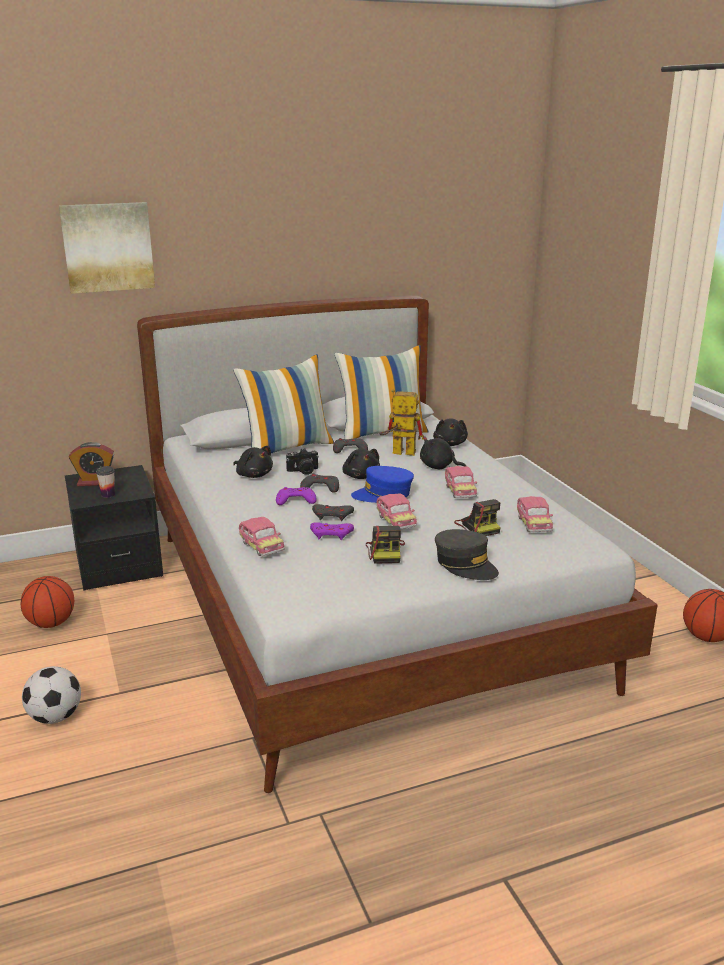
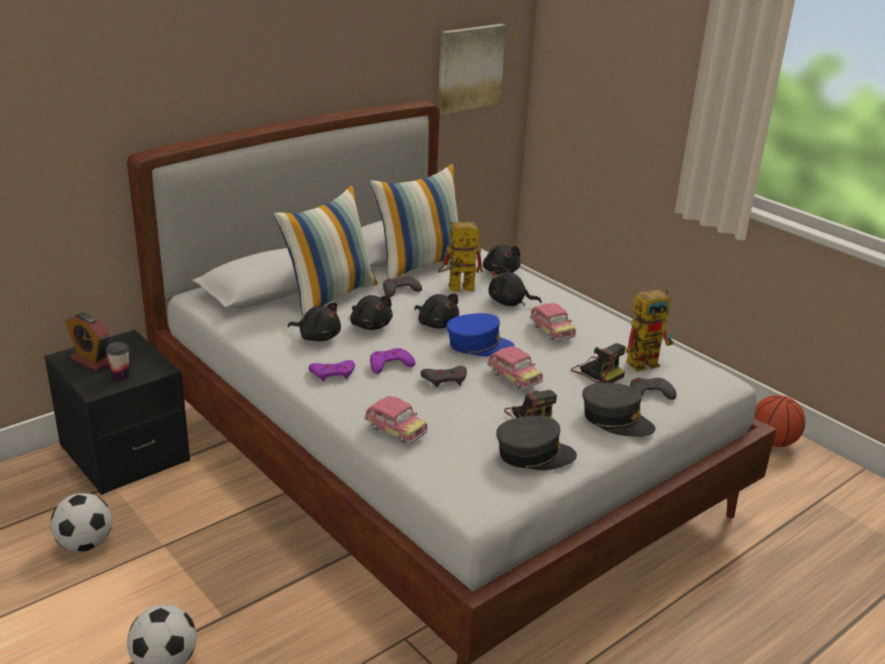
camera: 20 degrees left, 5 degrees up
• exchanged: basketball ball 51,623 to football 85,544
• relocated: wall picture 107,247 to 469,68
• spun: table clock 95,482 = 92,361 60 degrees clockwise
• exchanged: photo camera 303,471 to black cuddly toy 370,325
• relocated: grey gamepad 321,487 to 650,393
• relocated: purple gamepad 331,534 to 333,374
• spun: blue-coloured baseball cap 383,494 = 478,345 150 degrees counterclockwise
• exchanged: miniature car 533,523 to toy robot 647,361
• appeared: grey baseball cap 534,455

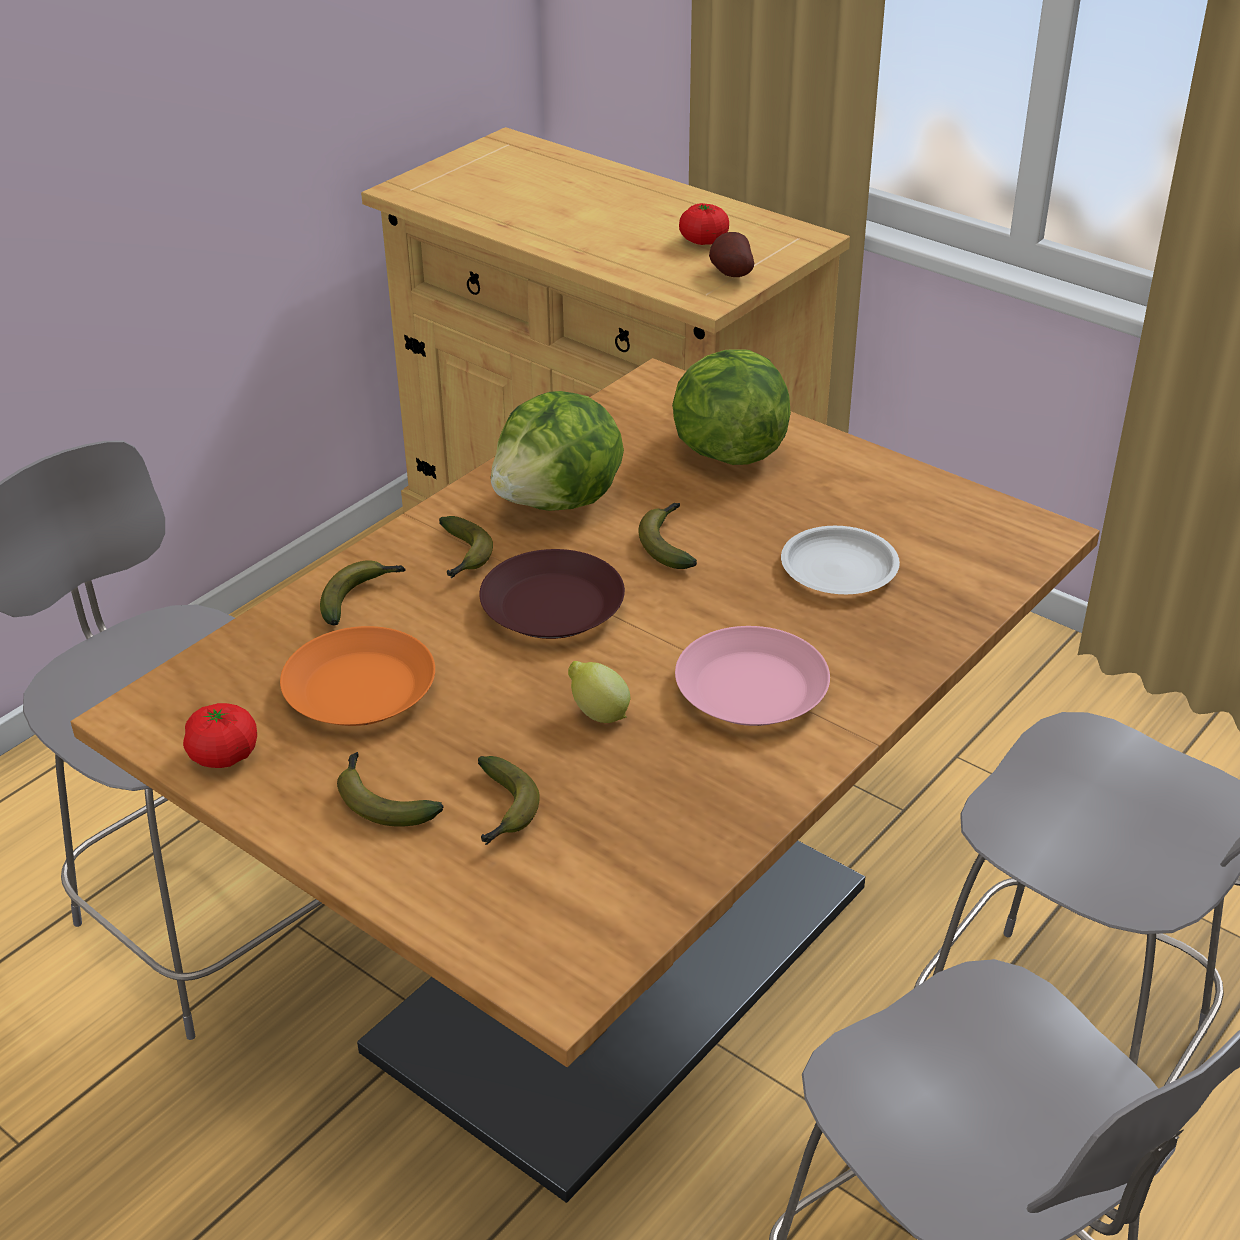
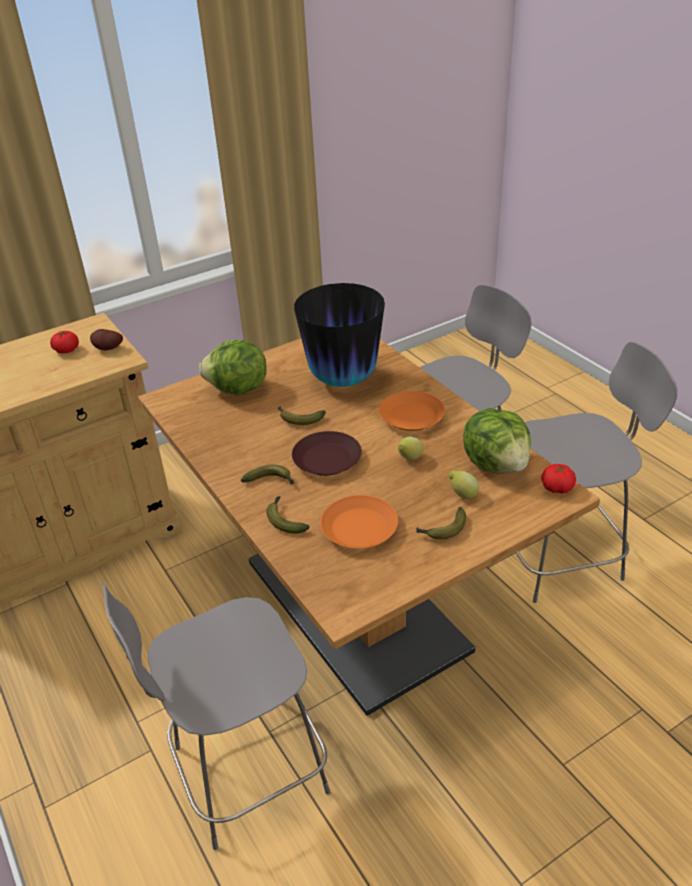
camera: 70 degrees left, 0 degrees up
• relocated: tomato 224,755 to 557,488
• exchanged: banana 503,811 to whole lemon 462,494
• relocated: lettuce 560,502 to 496,464
• colour: pink dinner plate 750,688 to orangey dinner plate 411,417
• exchanged: white dinner plate 838,568 to decorative vase 343,380

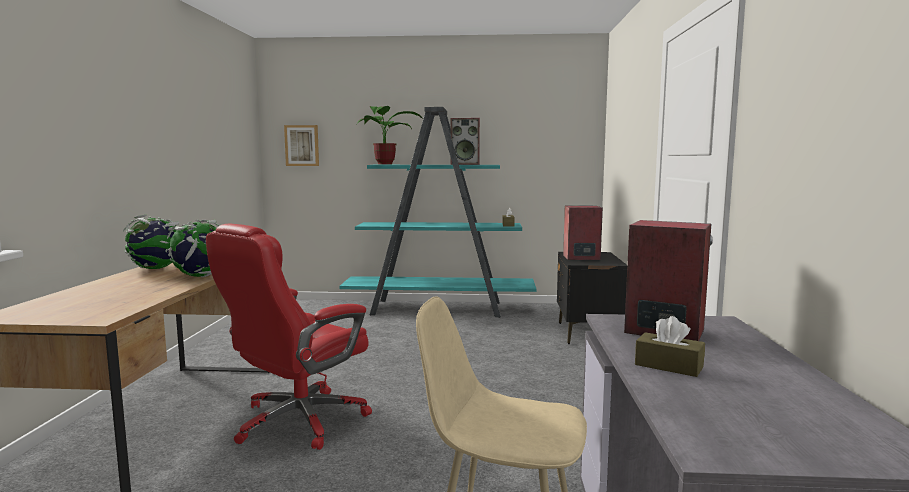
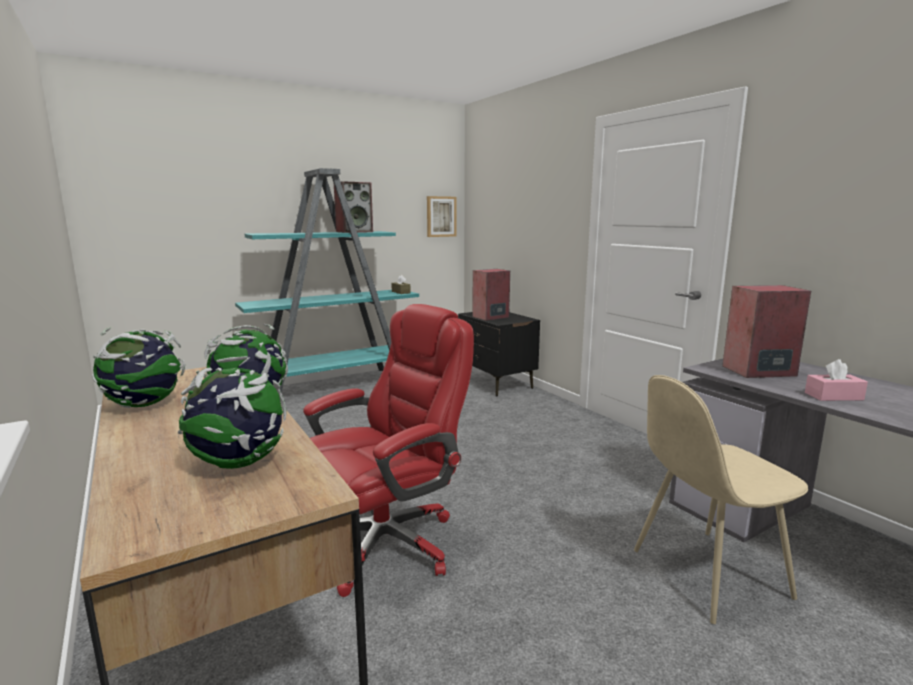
camera: 35 degrees left, 5 degrees up
• spun: reddish desk chair 298,421 = 387,542 135 degrees counterclockwise
• relocated: wall picture 302,145 to 441,216
• missing: potted plant 385,164
• colour: brown-coloured tissue holder 668,366 to pink tissue holder 833,396
• appeared: desk globe 239,464

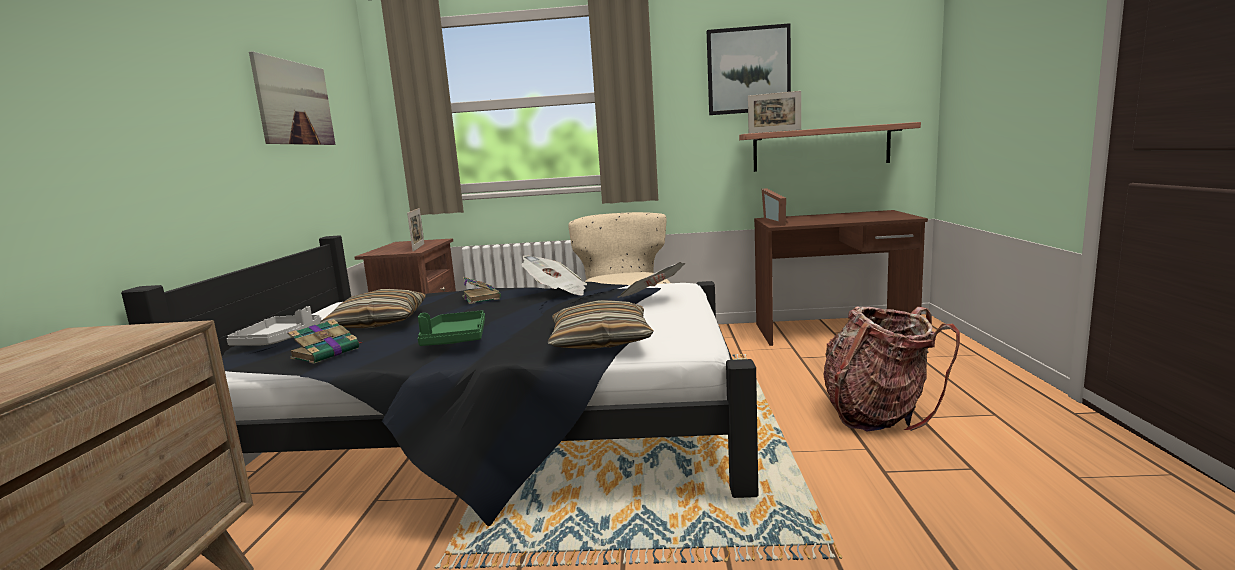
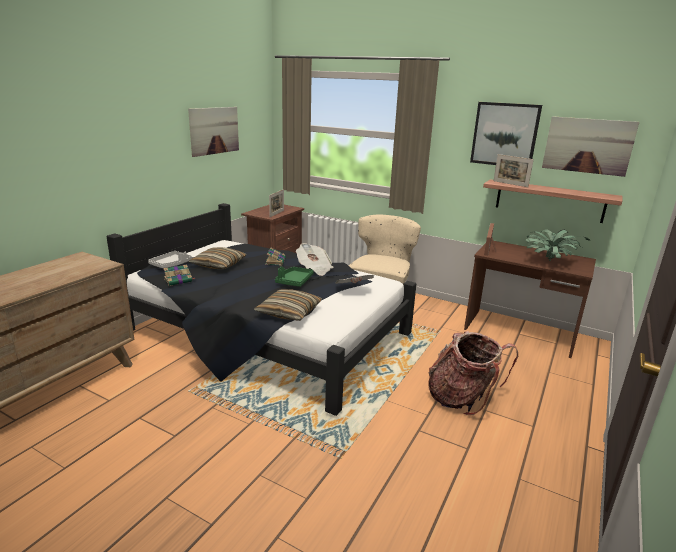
camera: 25 degrees right, 10 degrees up
• relocated: green serving tray 455,339 to 294,281
• appeared: potted plant 549,262
• appeared: wall picture 588,145

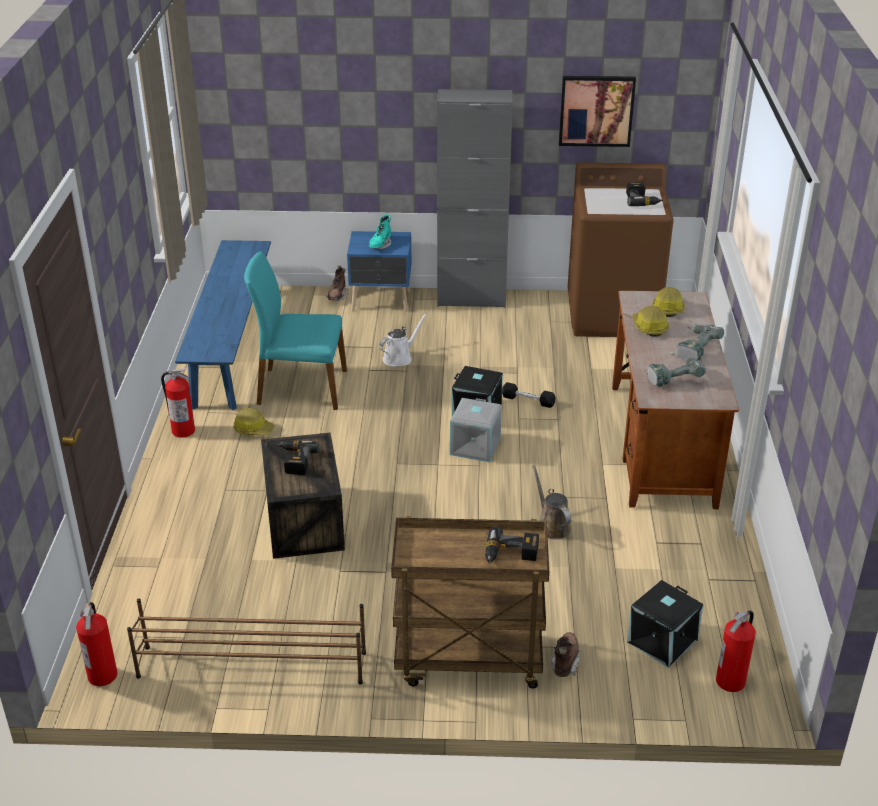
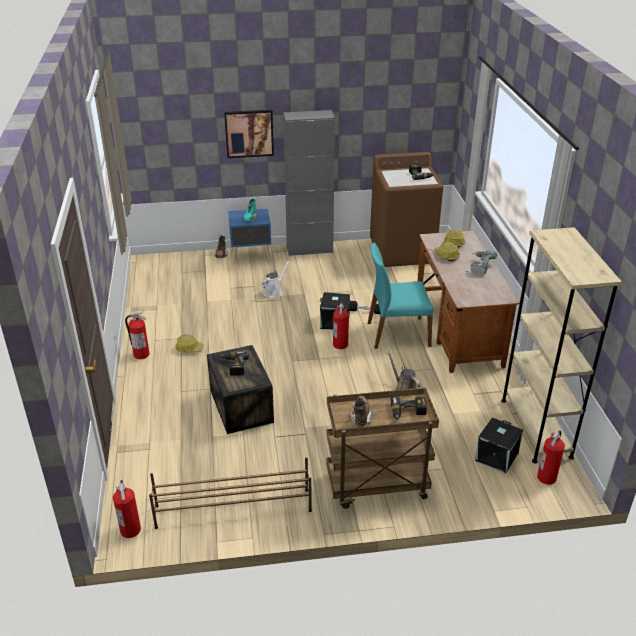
camera: 10 degrees left, 0 degrees up
• missing: blue-coloured bench 232,348
• relocated: blue-green plain chair 301,387 to 397,333
• exchanged: grey storage box 476,447 to fire-fighting cylinder 340,344
• relocated: brown-coloured high-top boot 565,661 to 360,416
• relocated: wall picture 596,110 to 249,133
• missing: power drill 674,379
• appeared: beige bookshelf 535,428

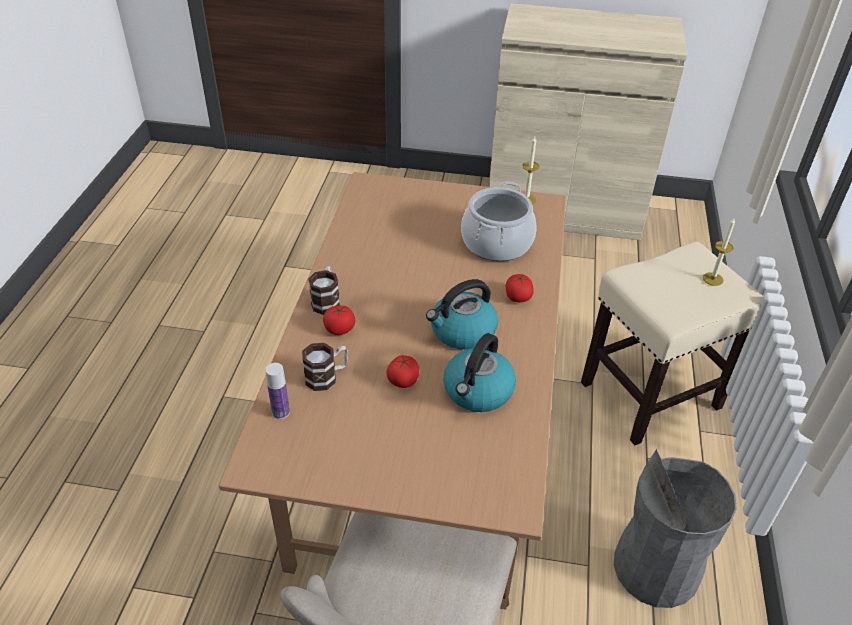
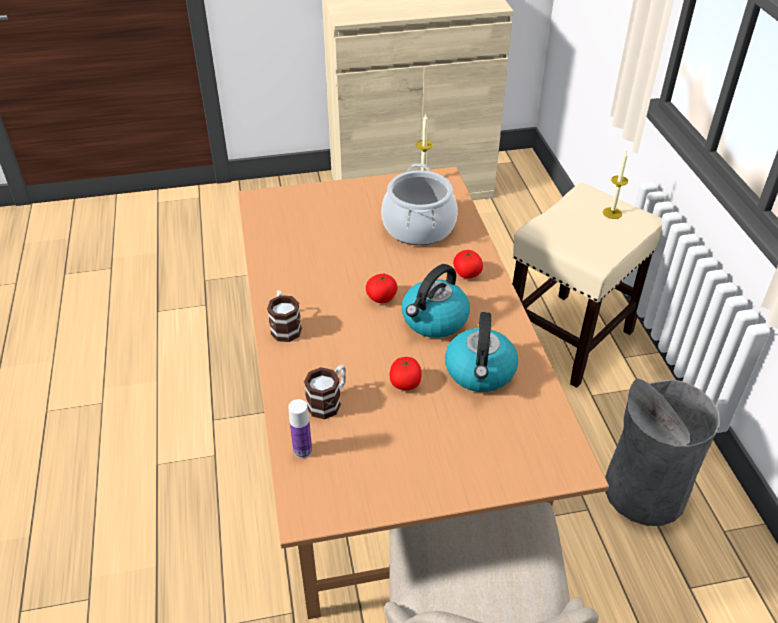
camera: 20 degrees left, 0 degrees up
• relocated: tomato 339,329 to 381,297

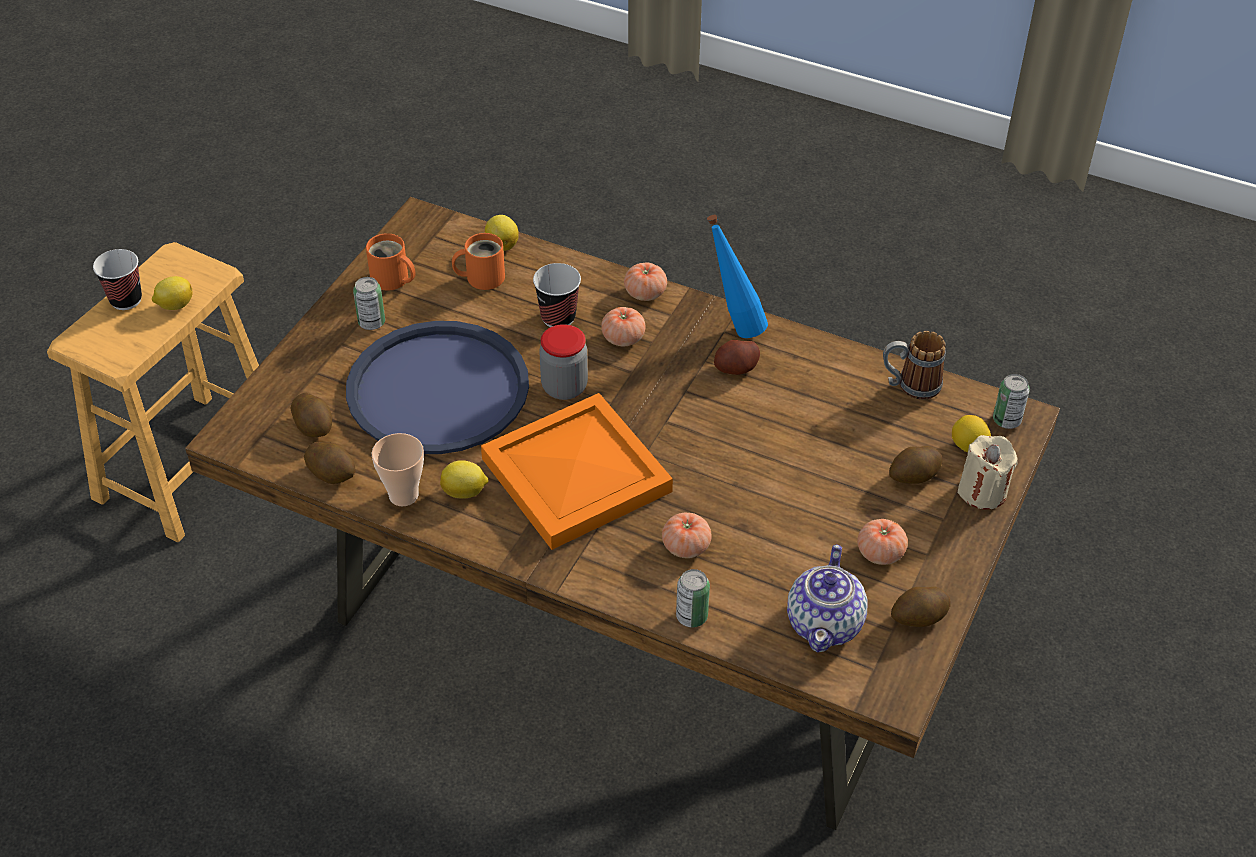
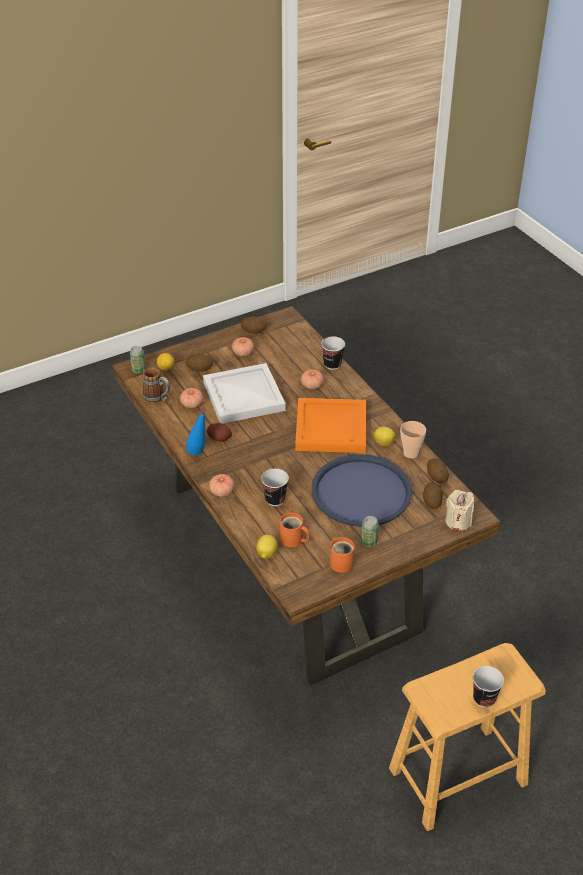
camera: 145 degrees left, 5 degrees down
• missing: whole lemon 175,305
• missing: preserve jar 564,387
• relocated: tomato 623,338 to 192,404
• exchanged: metal can 691,616 to drinking cup 332,364
• missing: pot for tea 825,623
• relocated: beige candle 982,491 to 458,521
• appeared: white serving tray 244,395

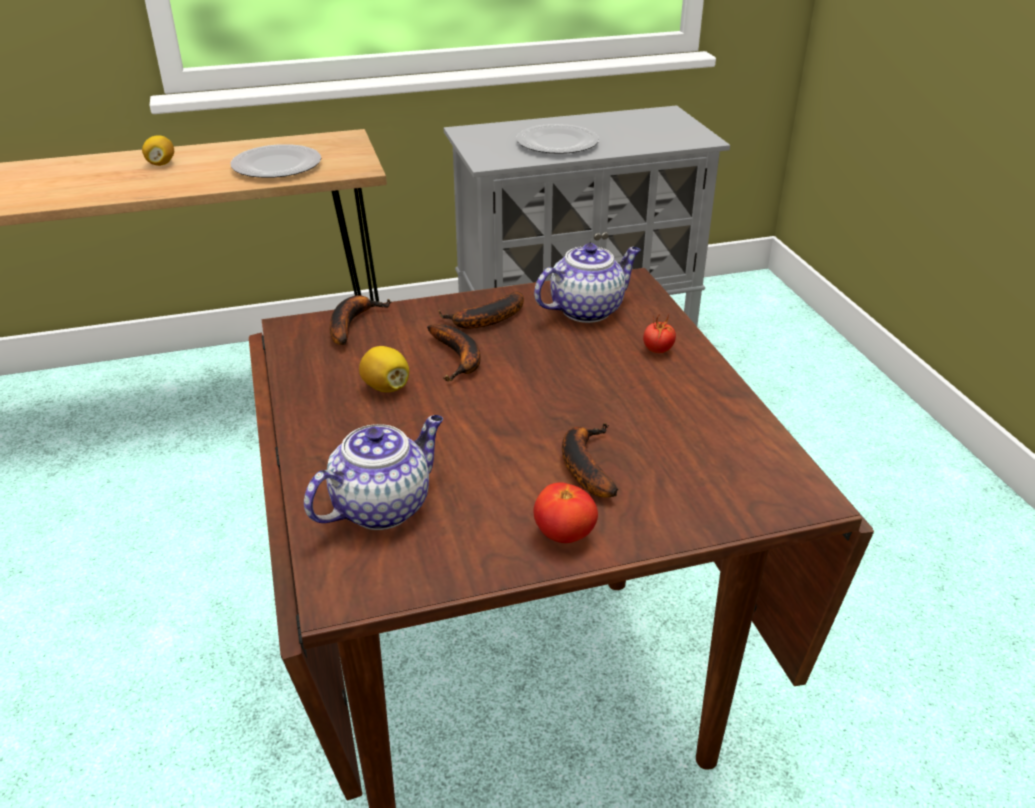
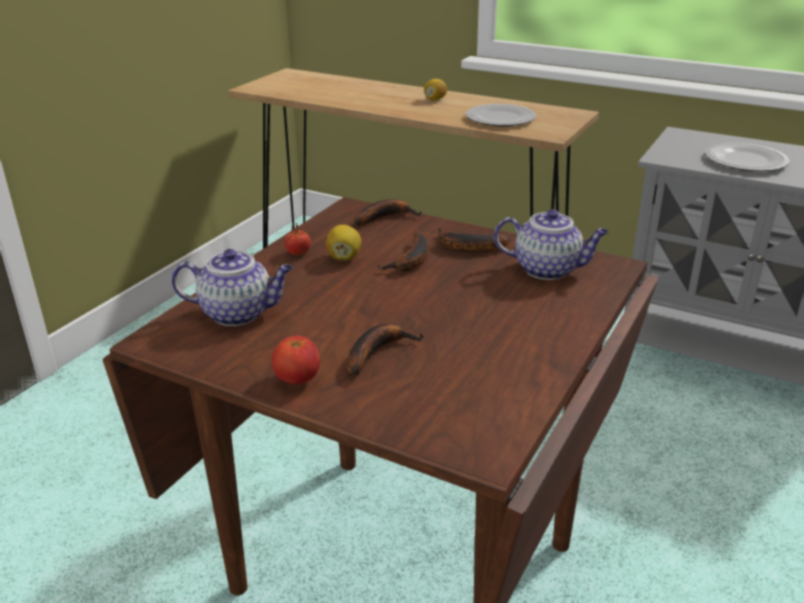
camera: 45 degrees right, 5 degrees down
• relocated: tomato 658,350 to 298,253

